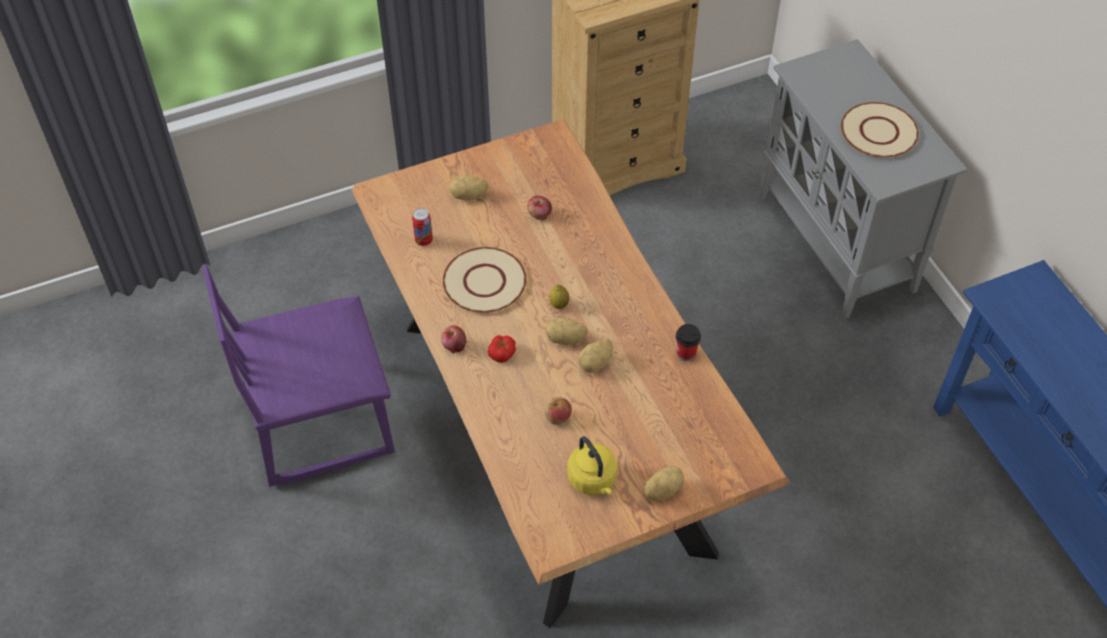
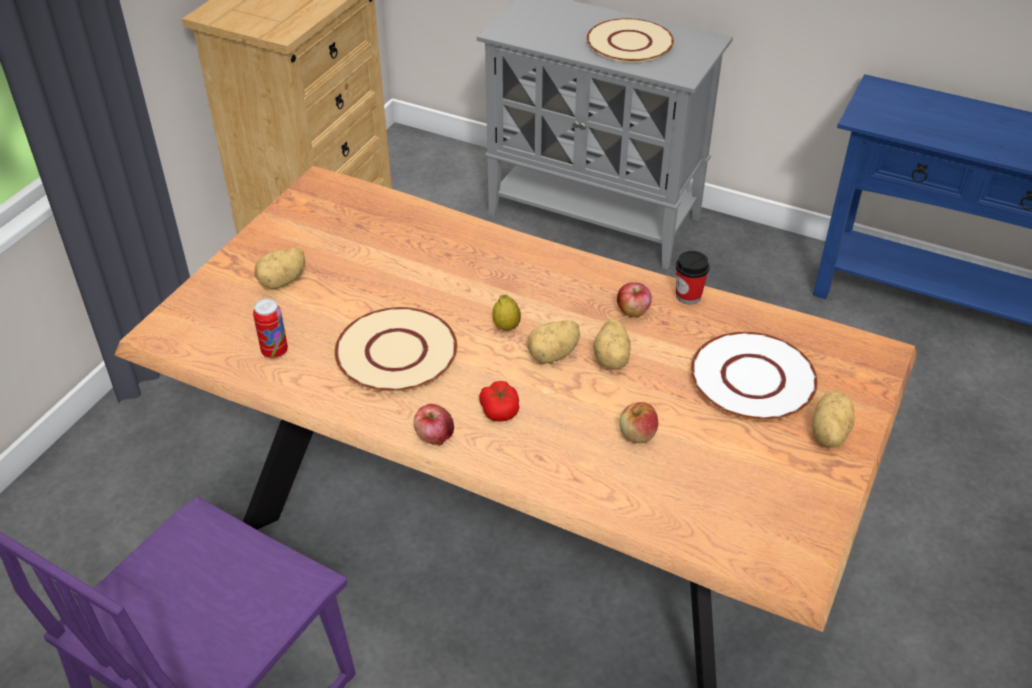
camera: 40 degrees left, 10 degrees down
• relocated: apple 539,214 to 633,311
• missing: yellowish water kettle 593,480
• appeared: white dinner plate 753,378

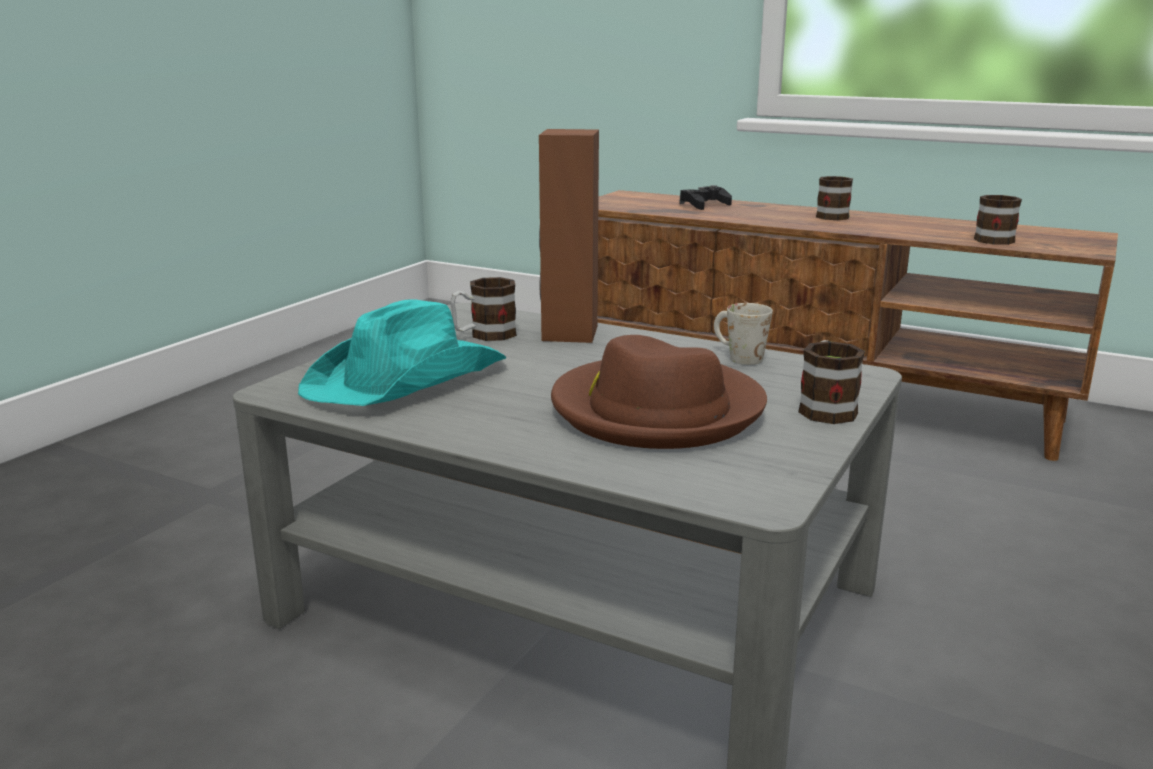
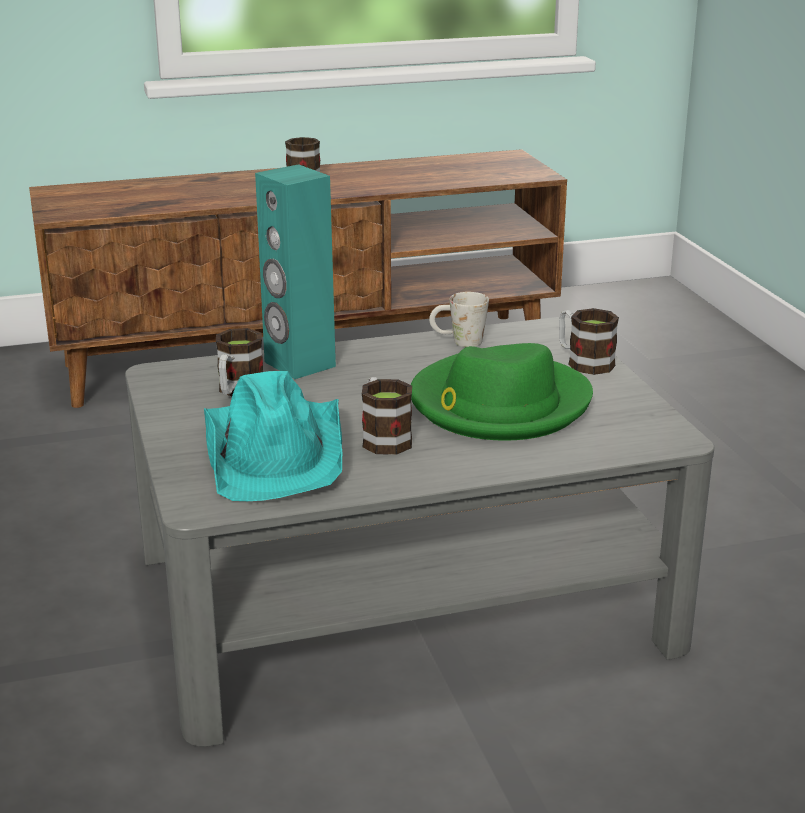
camera: 45 degrees left, 5 degrees up
• colour: brown-coloured speaker 568,333 to blue-green speaker 299,364
• colour: brown-coloured wearable hat 656,410 to green wearable hat 498,404
• missing: black gamepad 704,205
• relocated: coffee mug 994,239 to 383,437

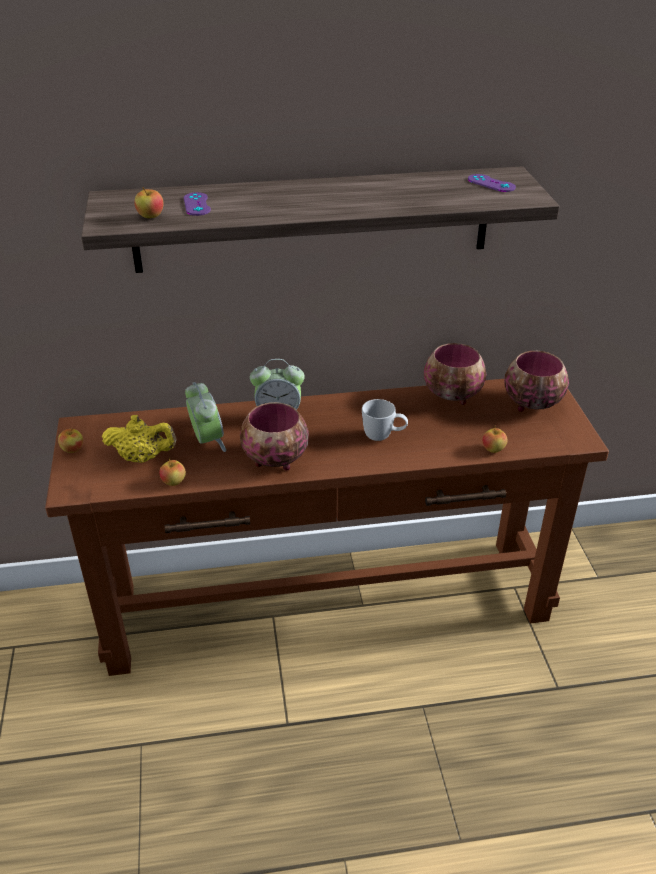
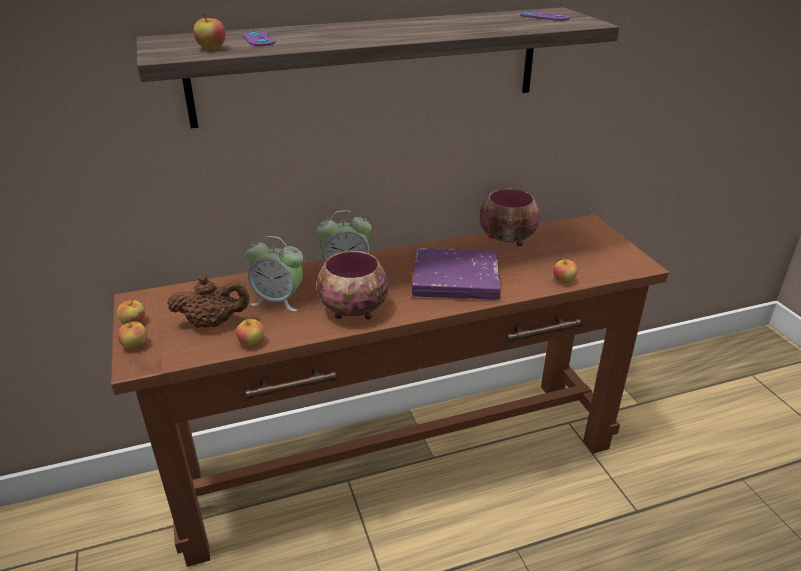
camera: 10 degrees left, 5 degrees down
• colour: yellowish pot for tea 142,458 to brown-coloured pot for tea 213,323
• spun: table clock 207,441 = 278,300 135 degrees clockwise
• exchanged: white coffee mug 383,436 to purple volume 455,279
• missing: serving bowl 530,403
• appeared: apple 135,345

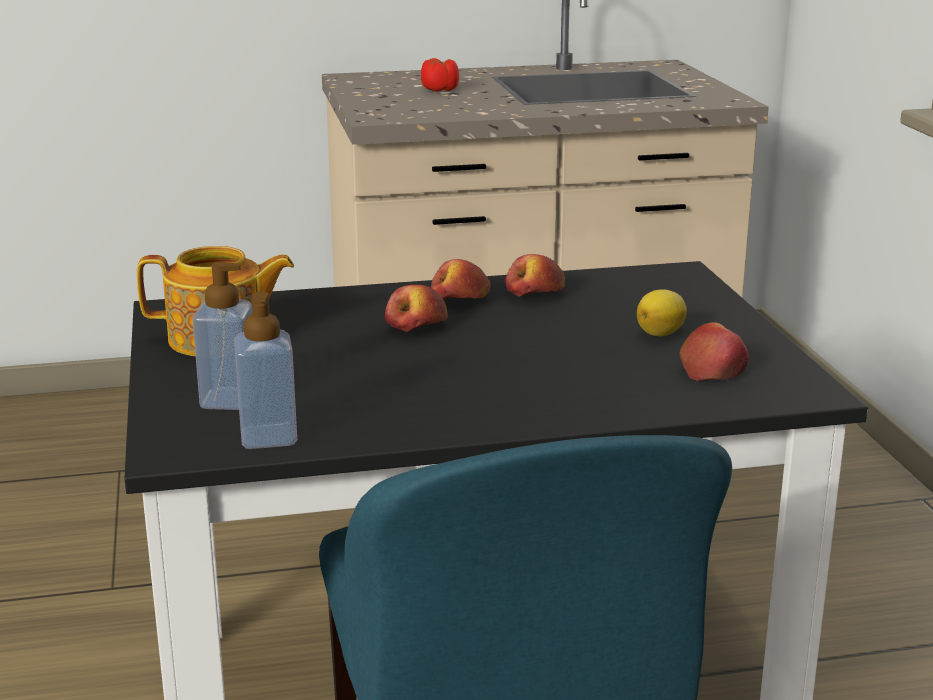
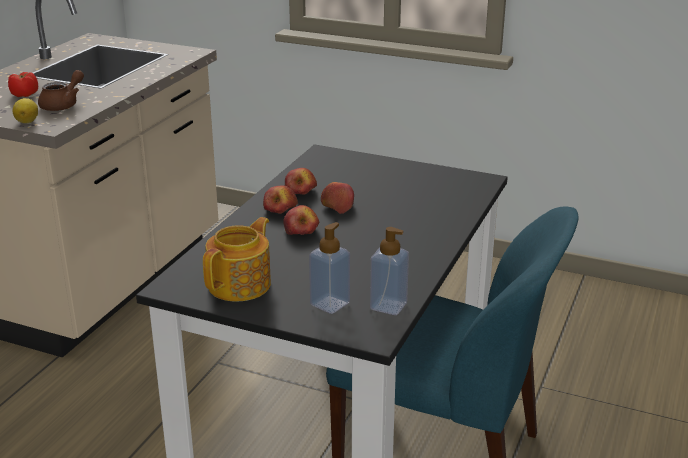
camera: 55 degrees left, 5 degrees up
• relocated: whole lemon 661,334 to 27,121
• relocated: apple 712,369 to 337,205
• appeared: brown-coloured pot for tea 63,105

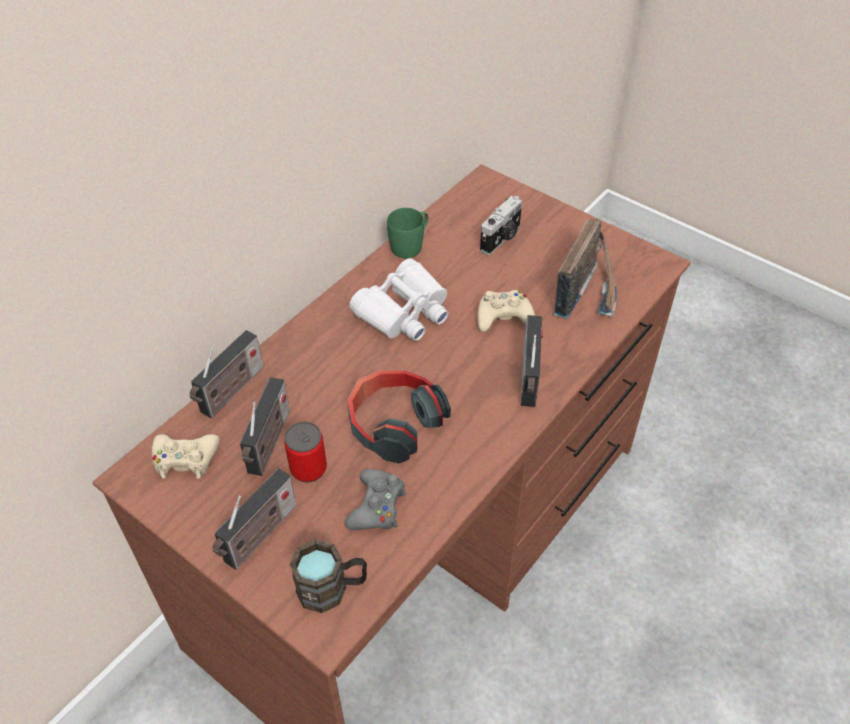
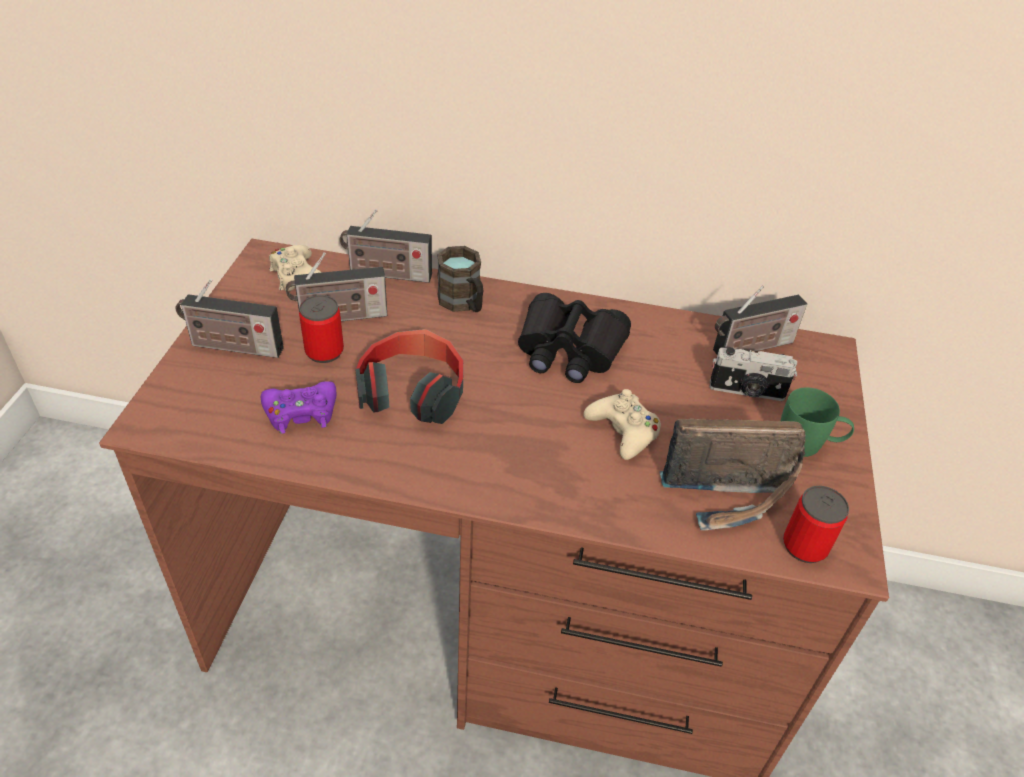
camera: 60 degrees right, 5 degrees down
• relocated: brown-coloured coffee mug 332,588 to 463,303
• colour: grey gamepad 377,506 to purple gamepad 301,413
• colour: white field glasses 404,312 to black field glasses 568,350
• relocated: green coffee mug 410,245 to 808,444
• relocated: radio set 530,379 to 750,348
• appeared: metal can 804,546

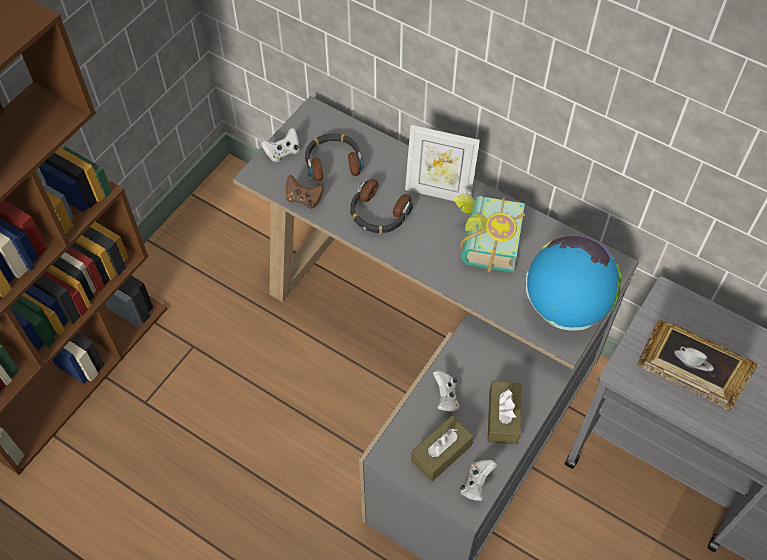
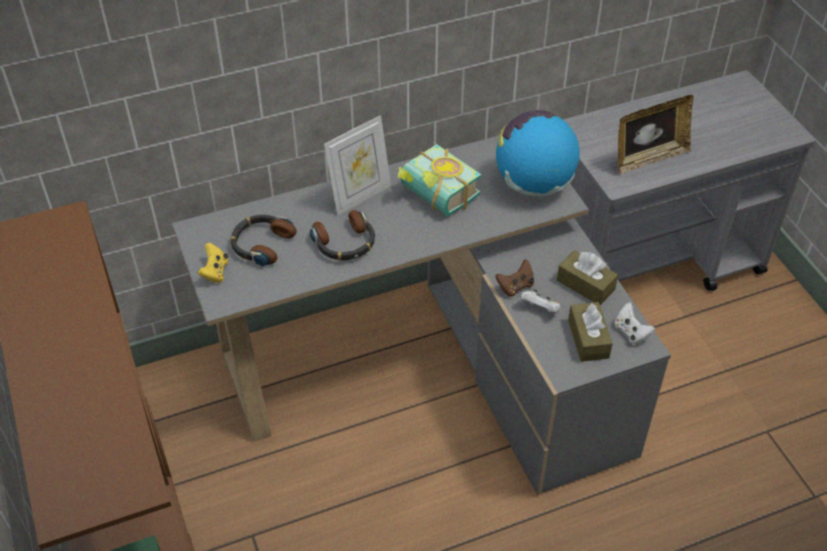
camera: 55 degrees left, 10 degrees down
• colour: white gamepad 282,152 to yellowish gamepad 215,272
• relocated: brown-coloured gamepad 304,199 to 515,286

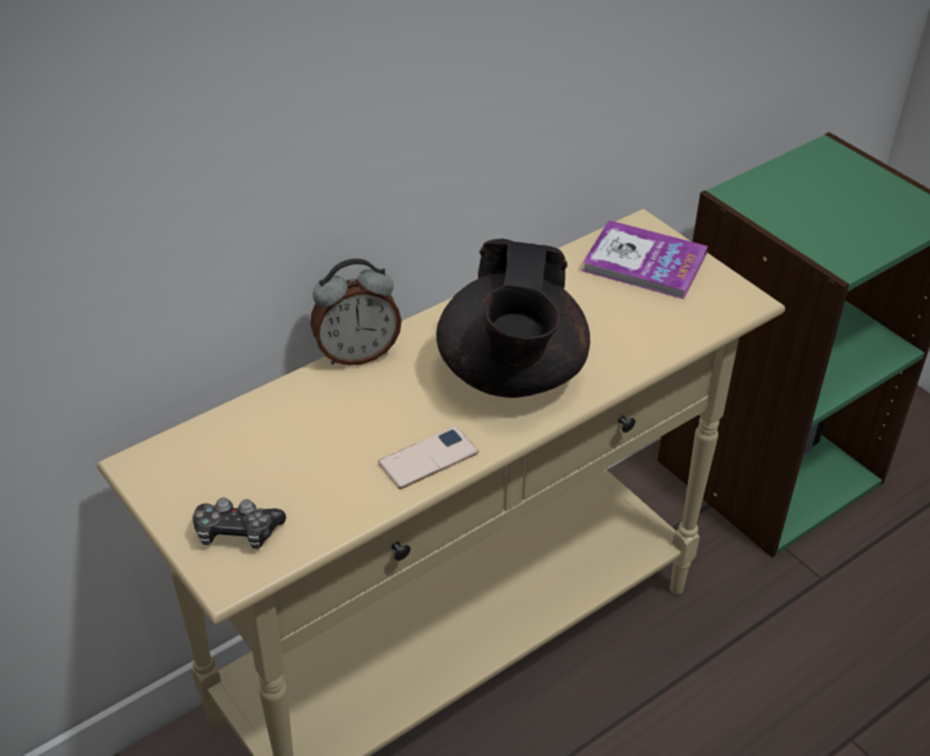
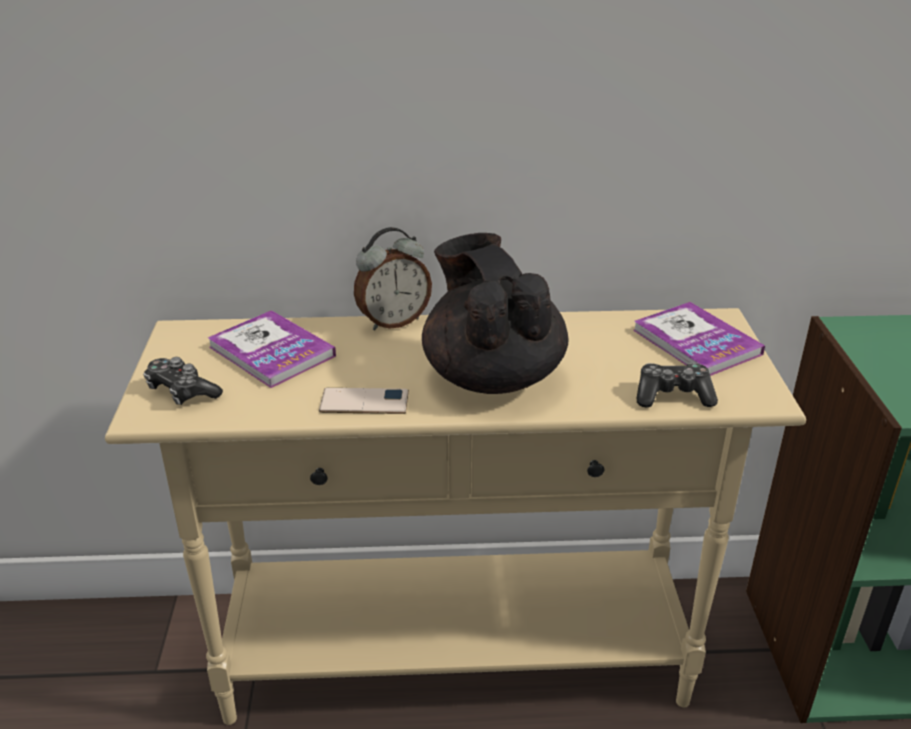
camera: 35 degrees right, 10 degrees down
• spun: table clock 357,354 = 393,321 45 degrees counterclockwise
• spun: black pot for tea 511,376 = 492,375 120 degrees clockwise
• appeared: volume 271,351
• appeared: gamepad 673,395

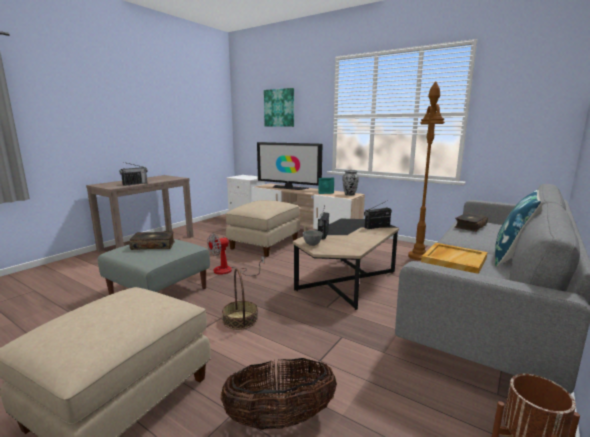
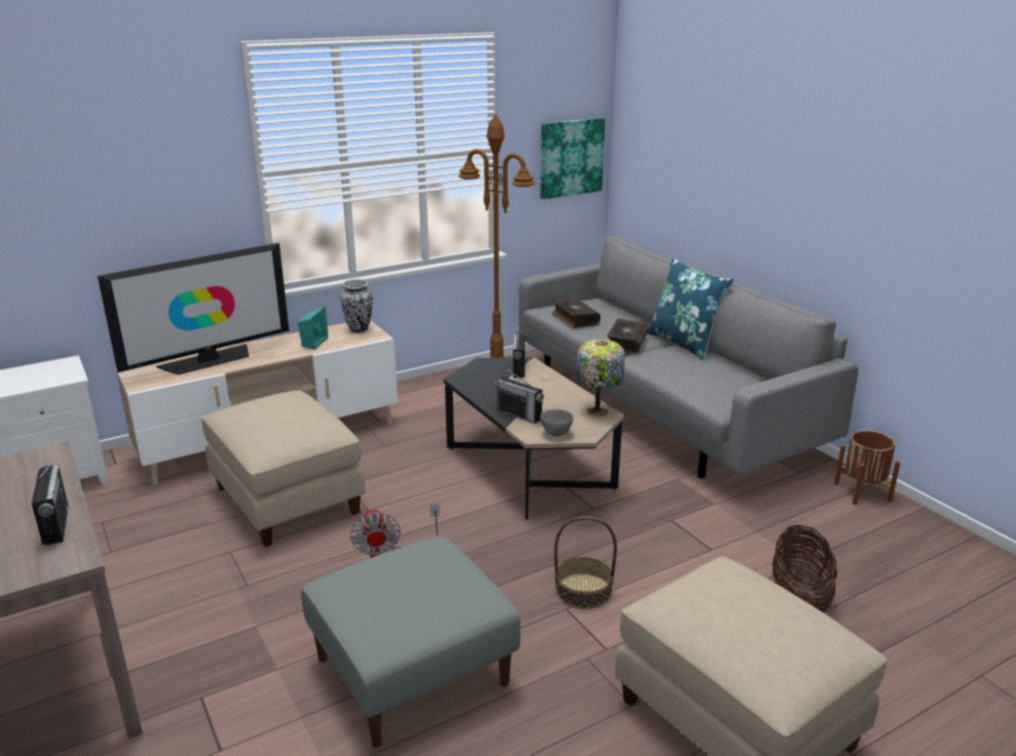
camera: 65 degrees left, 10 degrees up
• relocated: volume 153,245 to 626,343
• relocated: wall picture 279,108 to 571,157
• missing: beige serving tray 453,260
• appeared: table lamp 598,411

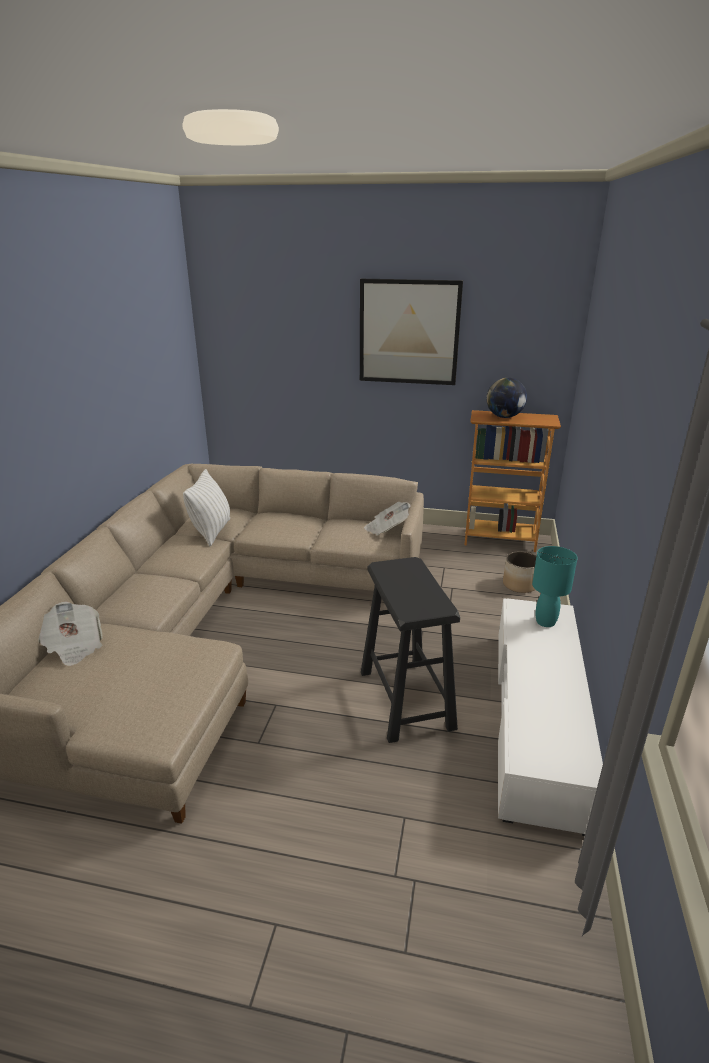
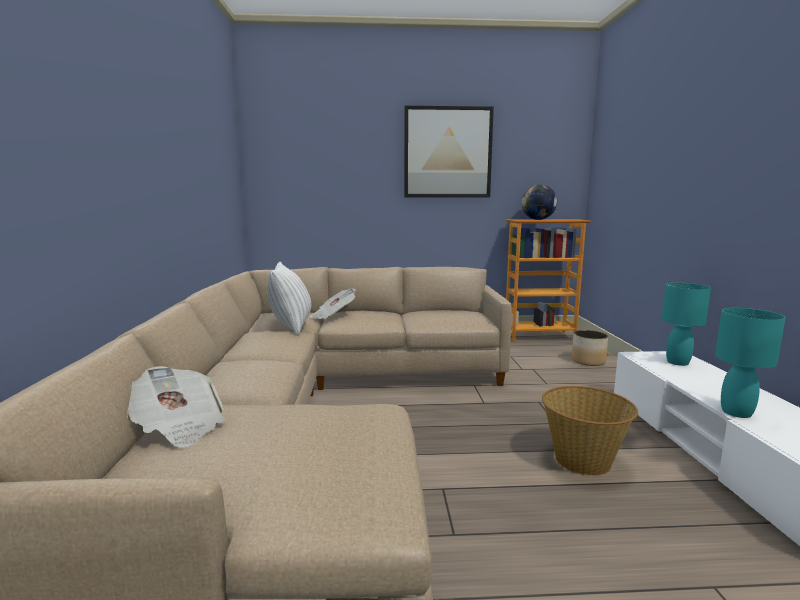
camera: 15 degrees left, 15 degrees down
• exchanged: black stool seat 406,700 to basket 583,460
• relocated: newspaper 386,529 to 333,316
• appeared: blue-green table lamp 737,412

